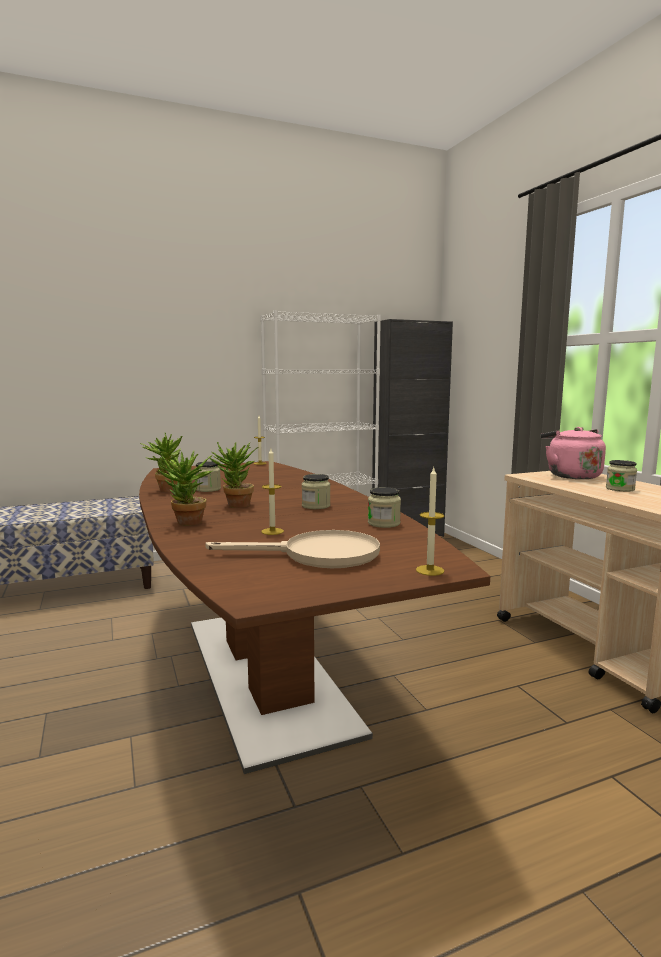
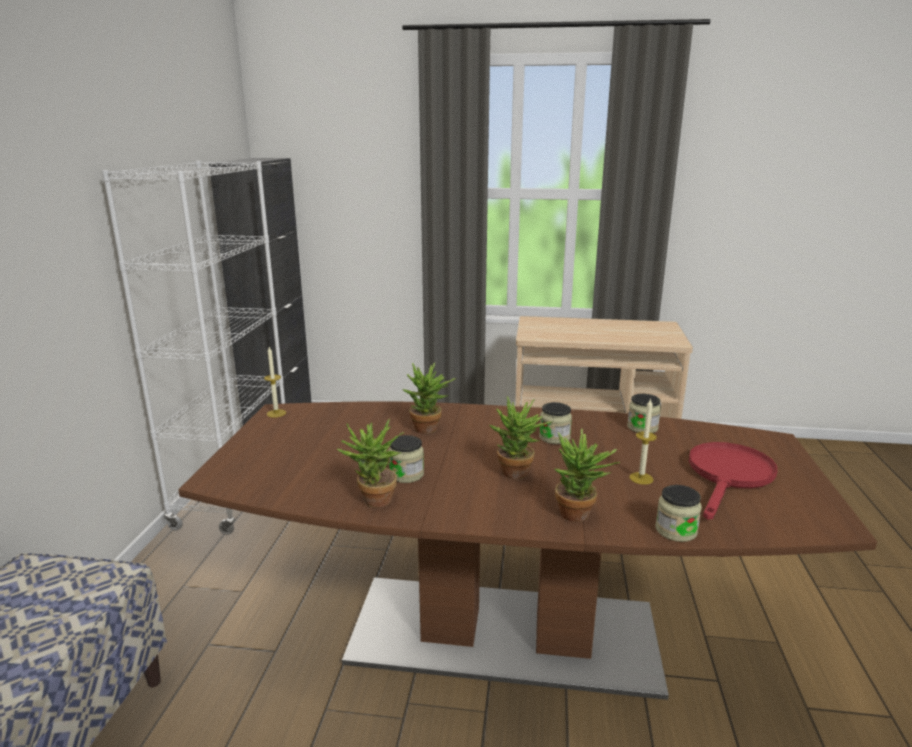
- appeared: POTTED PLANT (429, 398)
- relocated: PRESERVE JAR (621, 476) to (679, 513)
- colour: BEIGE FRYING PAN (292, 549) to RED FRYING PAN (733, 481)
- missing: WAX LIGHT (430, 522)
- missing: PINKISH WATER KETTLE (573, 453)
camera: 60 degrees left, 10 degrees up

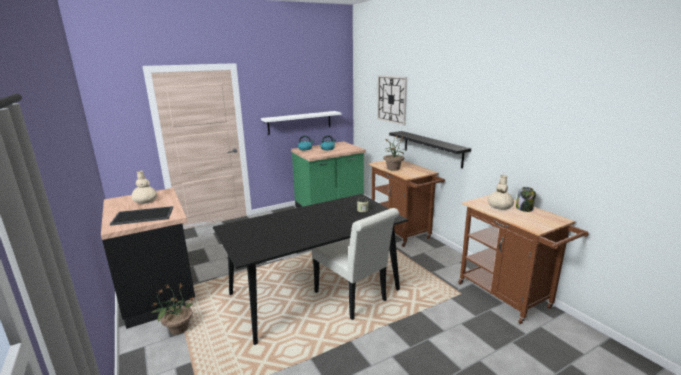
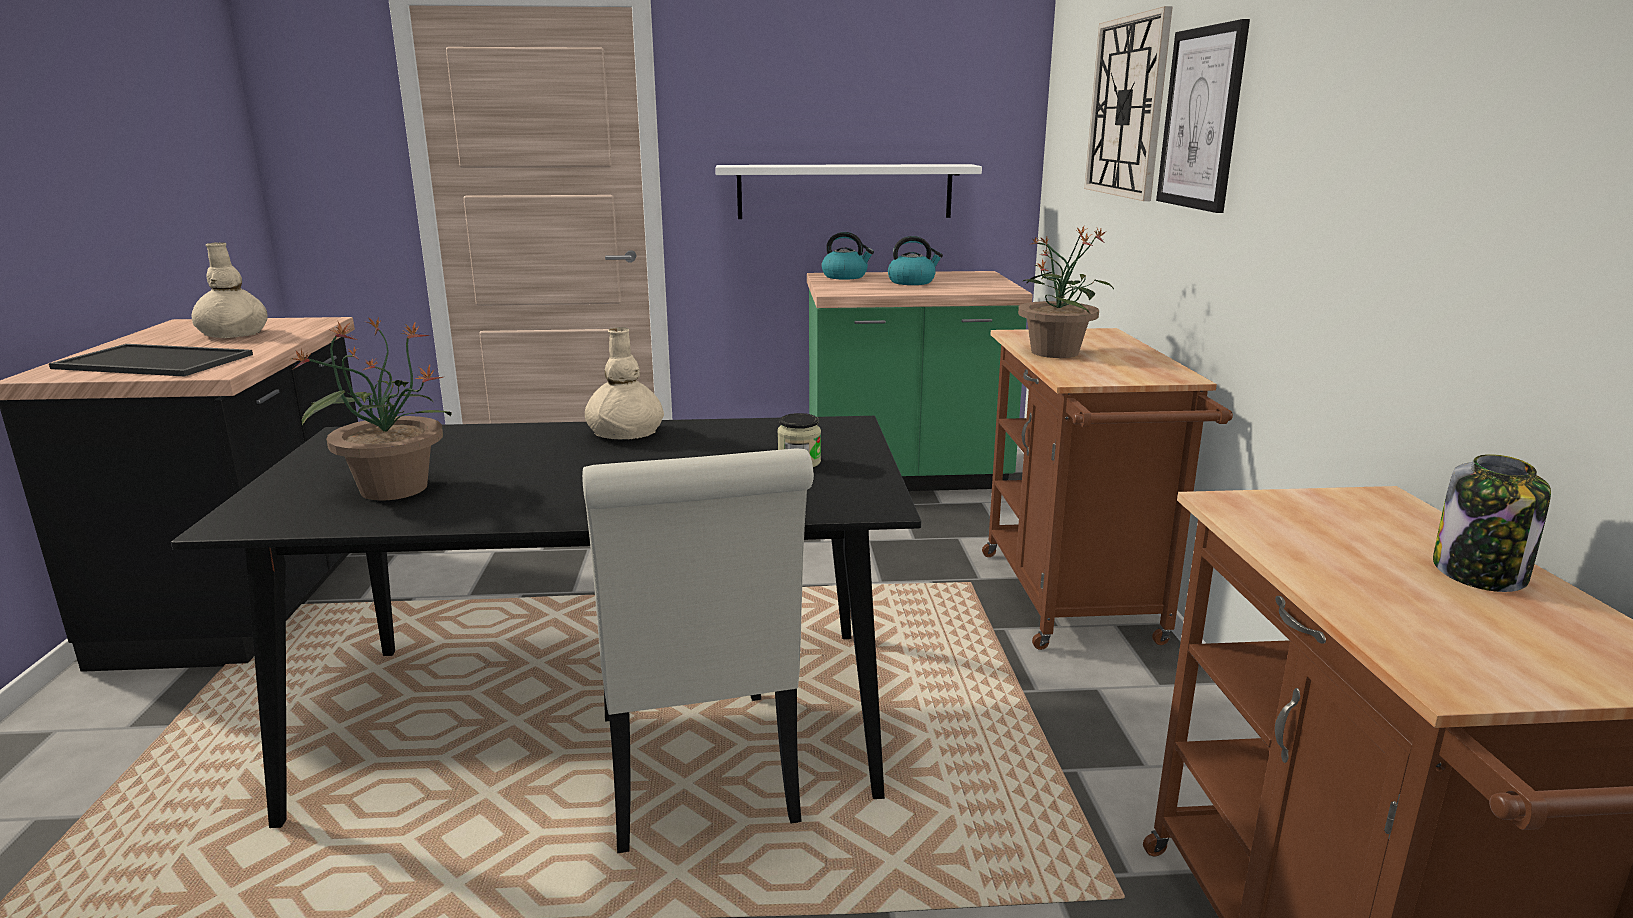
- relocated: POTTED PLANT (173, 309) to (371, 409)
- relocated: BEIGE DECORATIVE VASE (501, 192) to (624, 383)
- appeared: PICTURE (1203, 116)
- missing: BLACK SHELF (430, 149)
camera: 25 degrees right, 0 degrees up

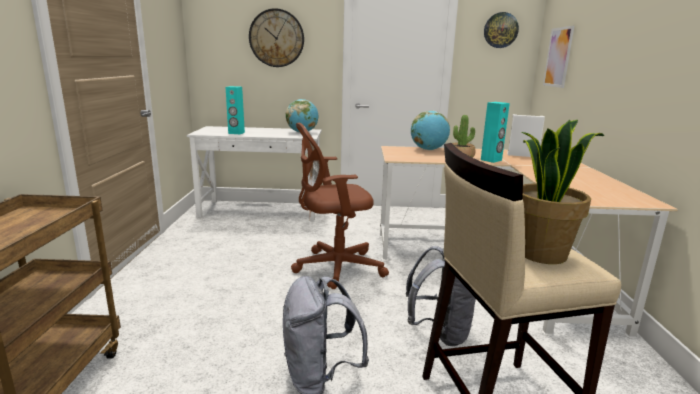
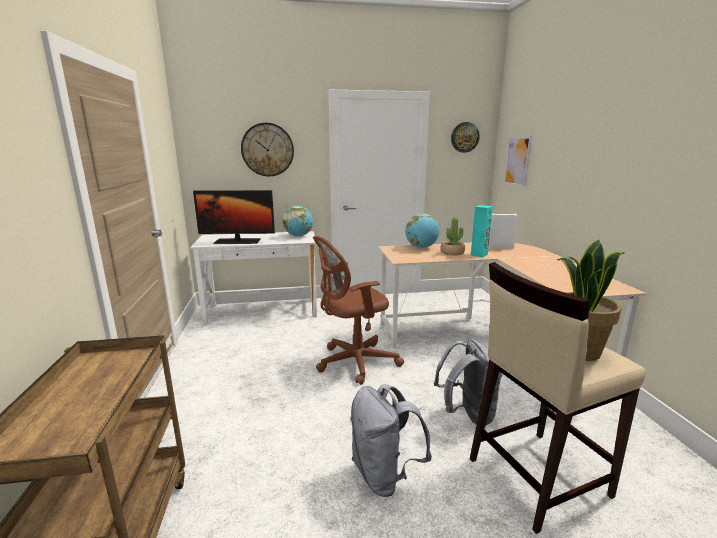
- exchanged: TURQUOISE LOUDSPEAKER (235, 110) to MONITOR (234, 217)
camera: 10 degrees left, 0 degrees up

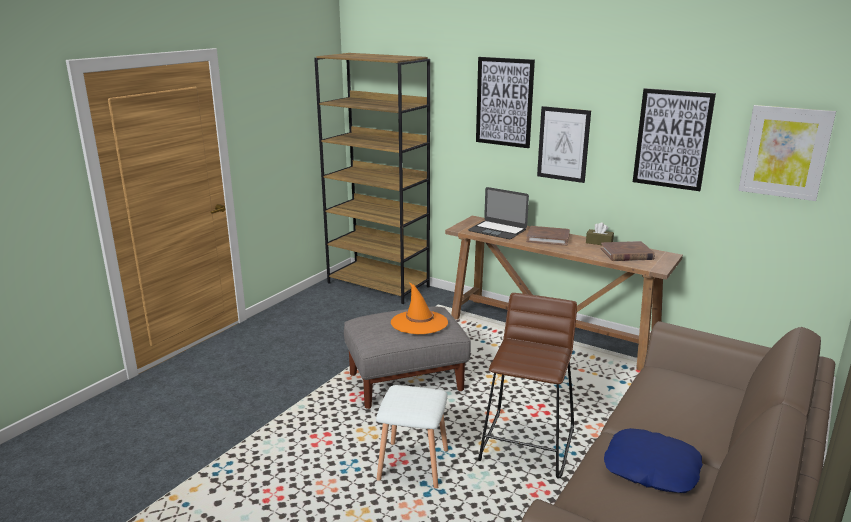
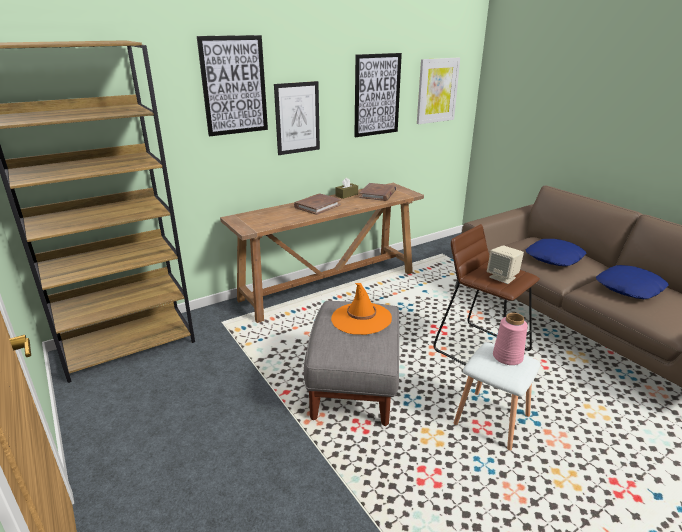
- appeared: BEIGE LOUDSPEAKER (505, 264)
- appeared: PINKISH DECORATIVE VASE (510, 339)
- appeared: BLUE-COLOURED PILLOW (556, 252)
- missing: PORTABLE COMPUTER (498, 213)
camera: 65 degrees left, 5 degrees up

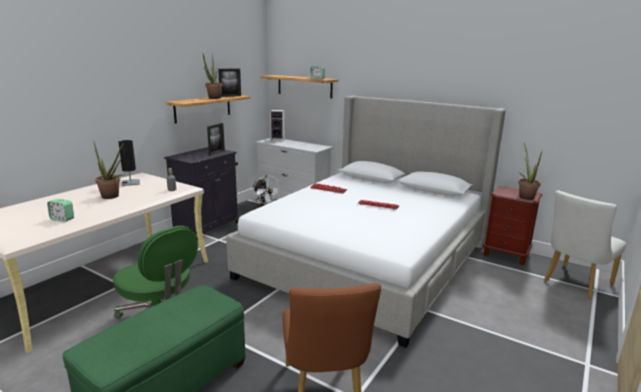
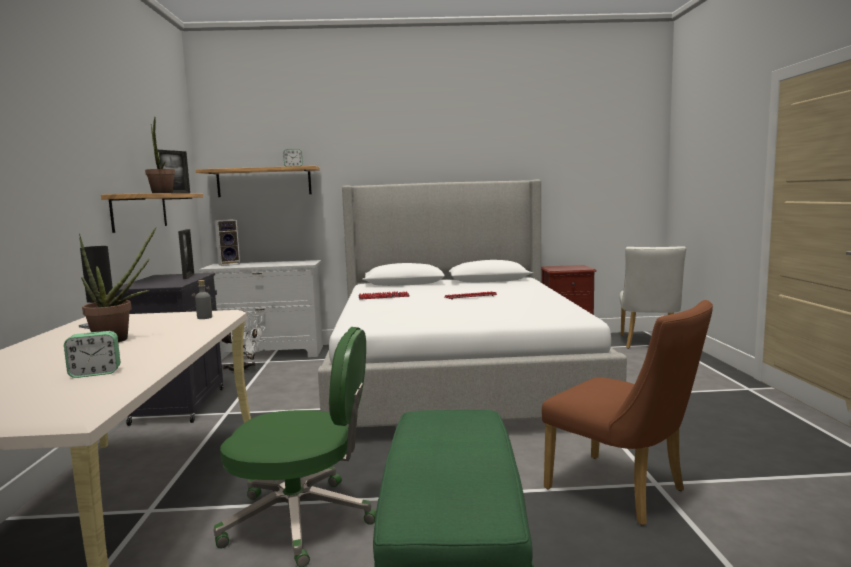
- missing: POTTED PLANT (530, 171)
camera: 35 degrees left, 10 degrees down

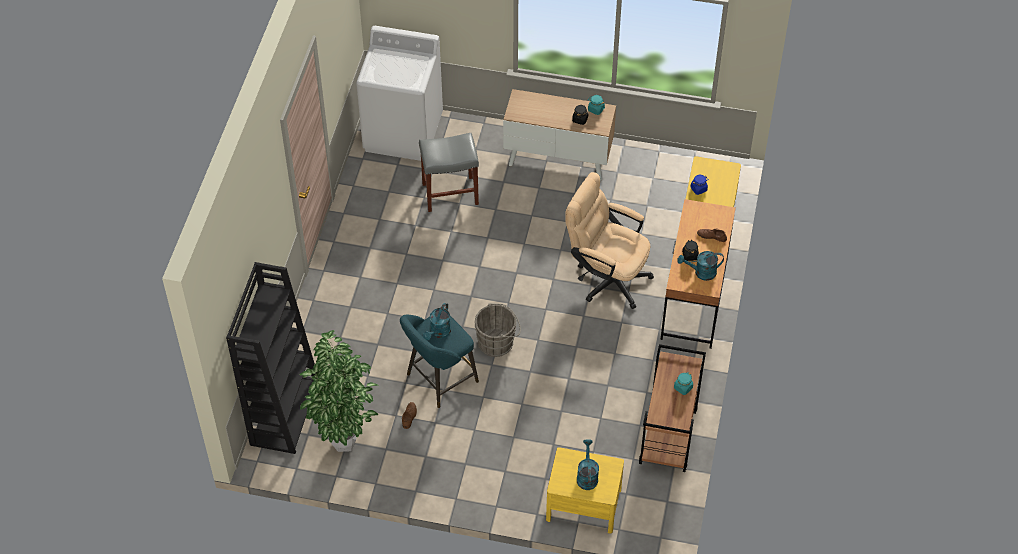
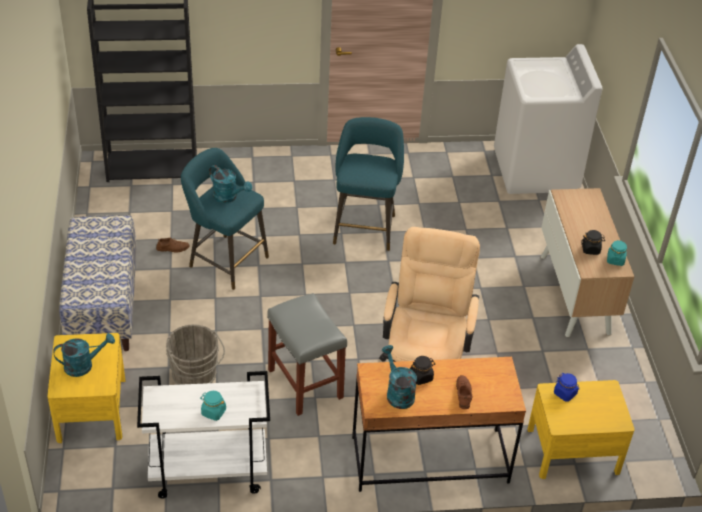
- appeared: INDOOR BENCH (98, 283)
- colour: BROWNISH CART (672, 408) to WHITE-COLOURED CART (203, 435)
- relocated: GREY WATER BUCKET (498, 330) to (195, 354)
- spun: TURQUOISE WATERING CAN (437, 321) = (230, 184) 150 degrees counterclockwise
- relocated: GREY STOOL (449, 172) to (307, 354)
- appeared: TURQUOISE STOOL (368, 184)
- missing: POTTED PLANT (339, 391)
camera: 70 degrees right, 10 degrees down

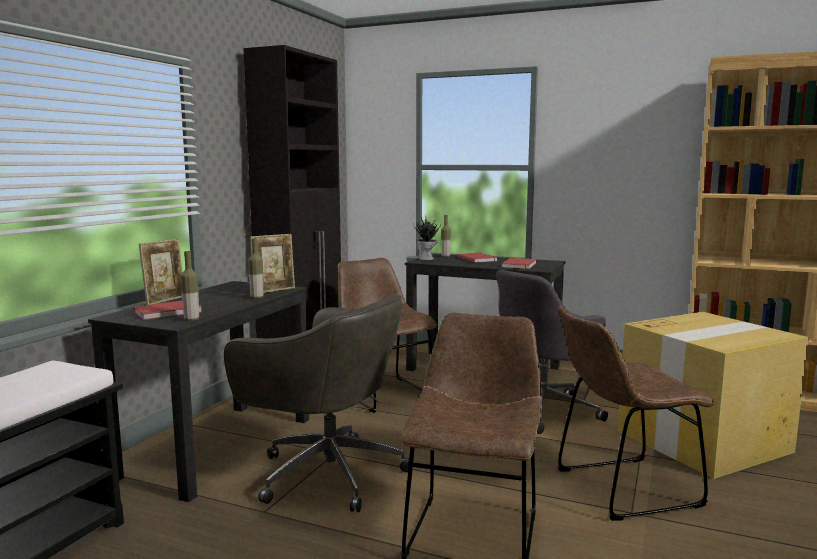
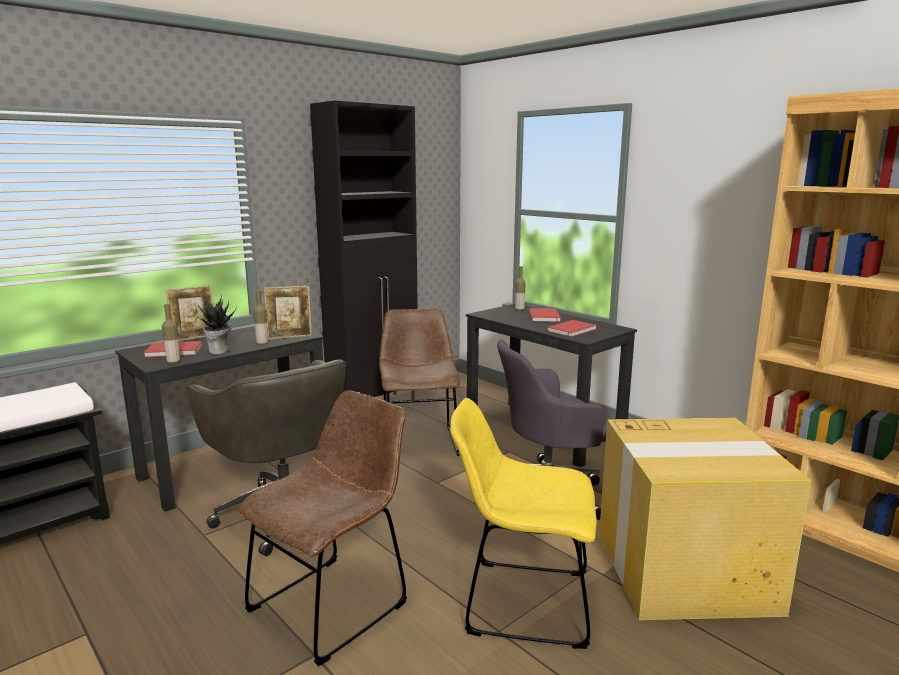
- relocated: POTTED PLANT (427, 238) to (217, 324)
- colour: BROWNISH CHAIR (635, 413) to YELLOW-COLOURED CHAIR (523, 523)
camera: 25 degrees right, 5 degrees up

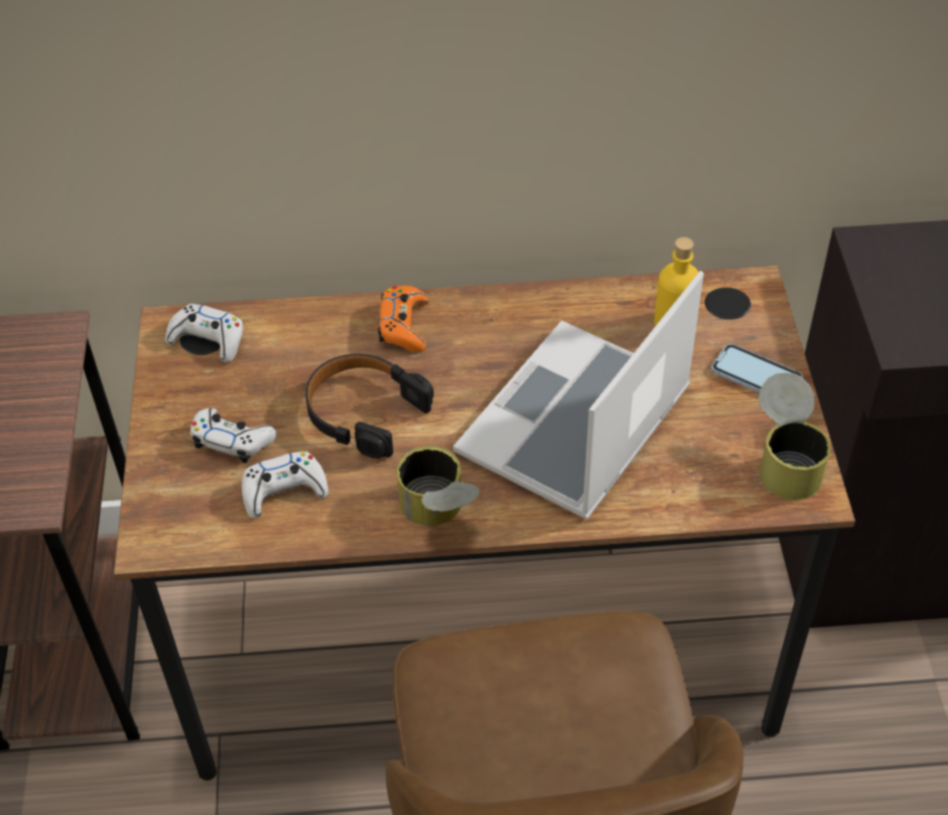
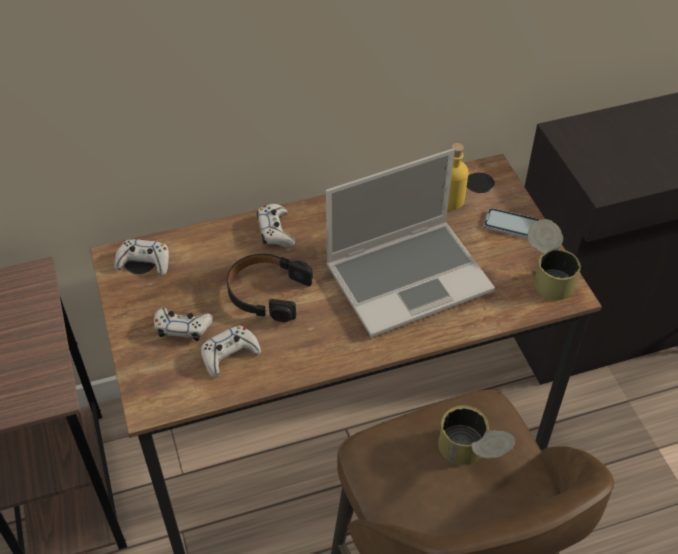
- colour: ORANGEY GAMEPAD (403, 318) to WHITE-COLOURED GAMEPAD (276, 225)
- spun: PORTABLE COMPUTER (578, 395) = (410, 243) 135 degrees counterclockwise
- relocated: CAN (438, 485) to (476, 435)
camera: 15 degrees left, 0 degrees up

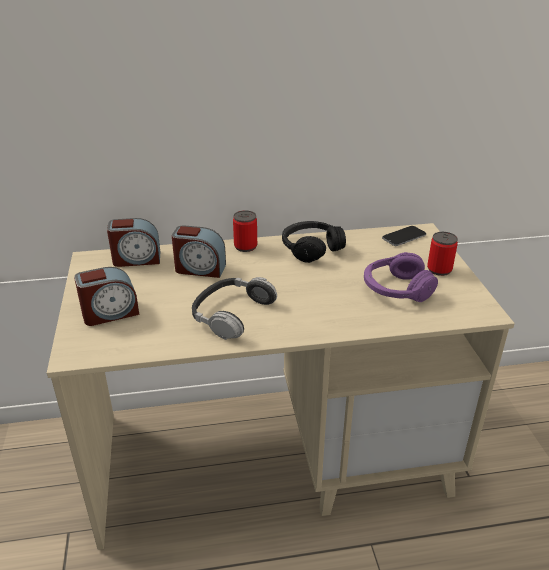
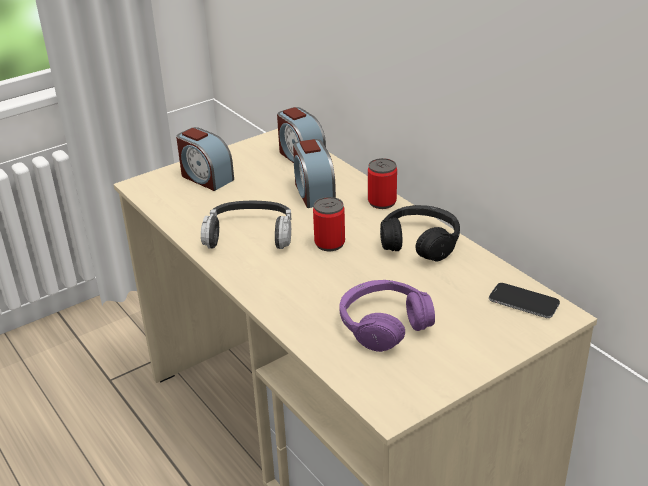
- relocated: CAN (442, 254) to (329, 224)
camera: 65 degrees right, 0 degrees up

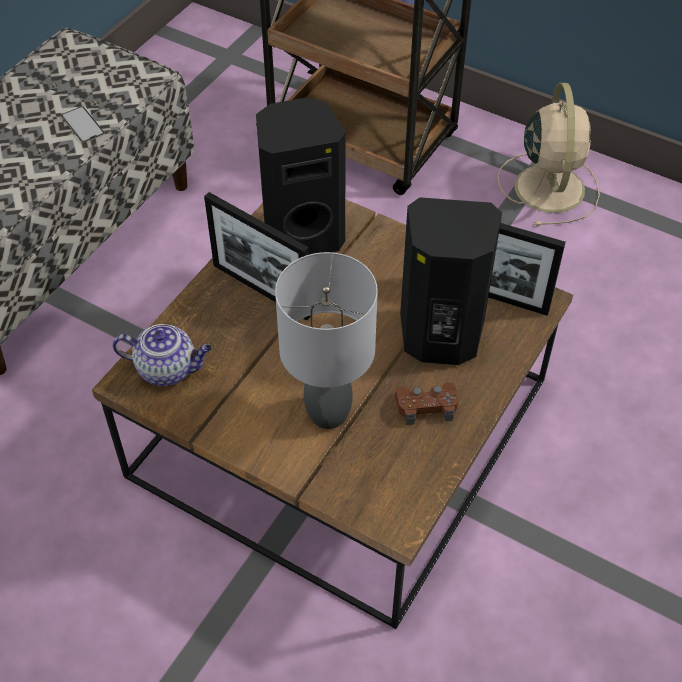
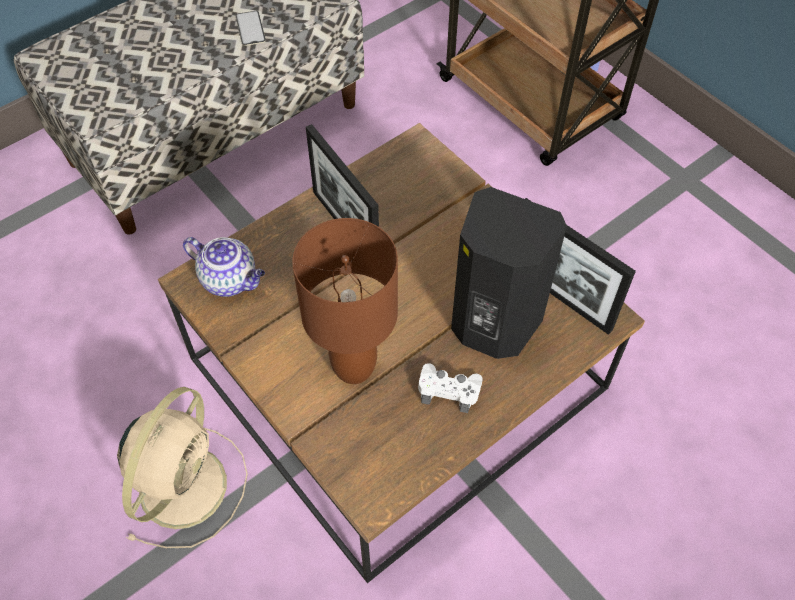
- relocated: BEIGE FAN (548, 154) to (182, 468)
- colour: GREY TABLETOP LAMP (326, 340) to BROWNISH TABLETOP LAMP (345, 301)
- colour: BROWNISH GAMEPAD (427, 404) to WHITE-COLOURED GAMEPAD (450, 388)
- missing: BLACK LOUDSPEAKER (301, 176)
camera: 20 degrees right, 5 degrees up

